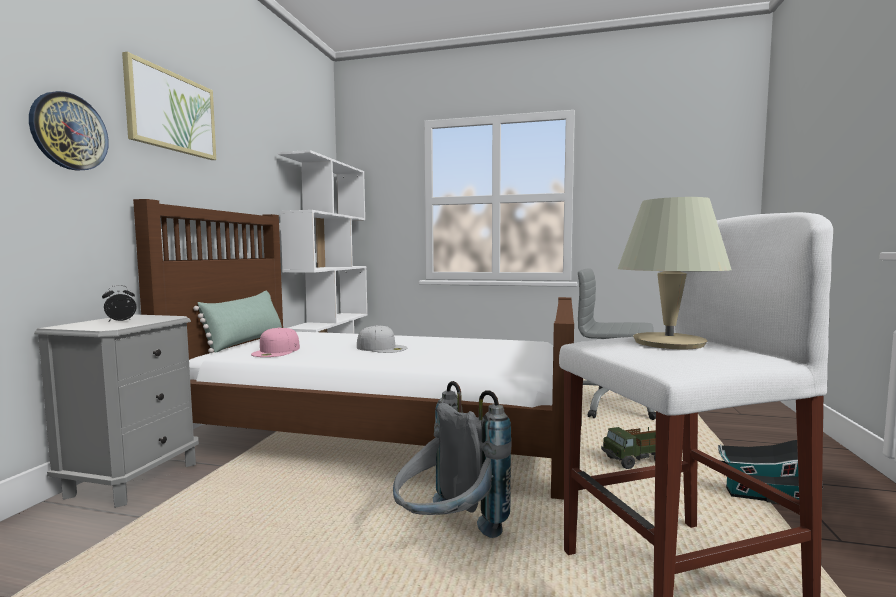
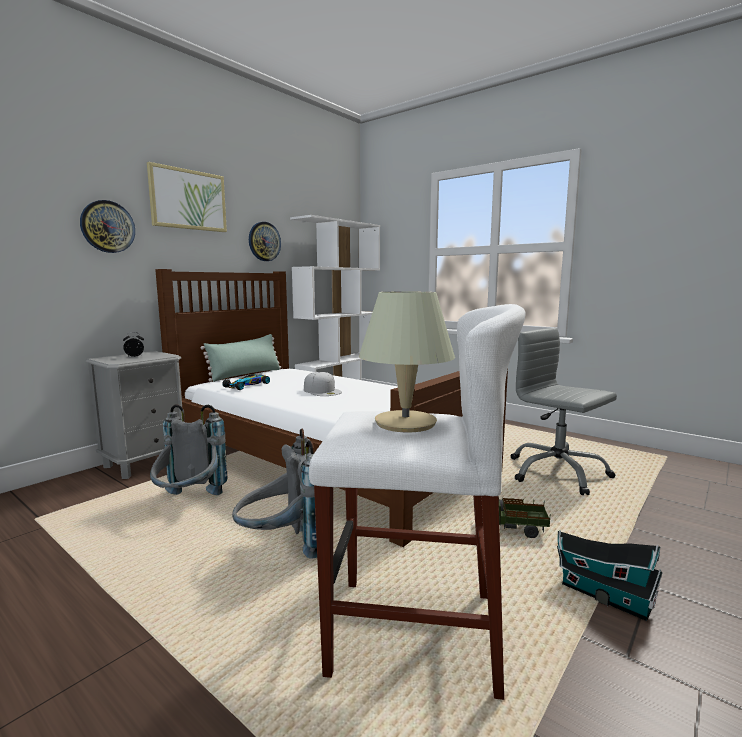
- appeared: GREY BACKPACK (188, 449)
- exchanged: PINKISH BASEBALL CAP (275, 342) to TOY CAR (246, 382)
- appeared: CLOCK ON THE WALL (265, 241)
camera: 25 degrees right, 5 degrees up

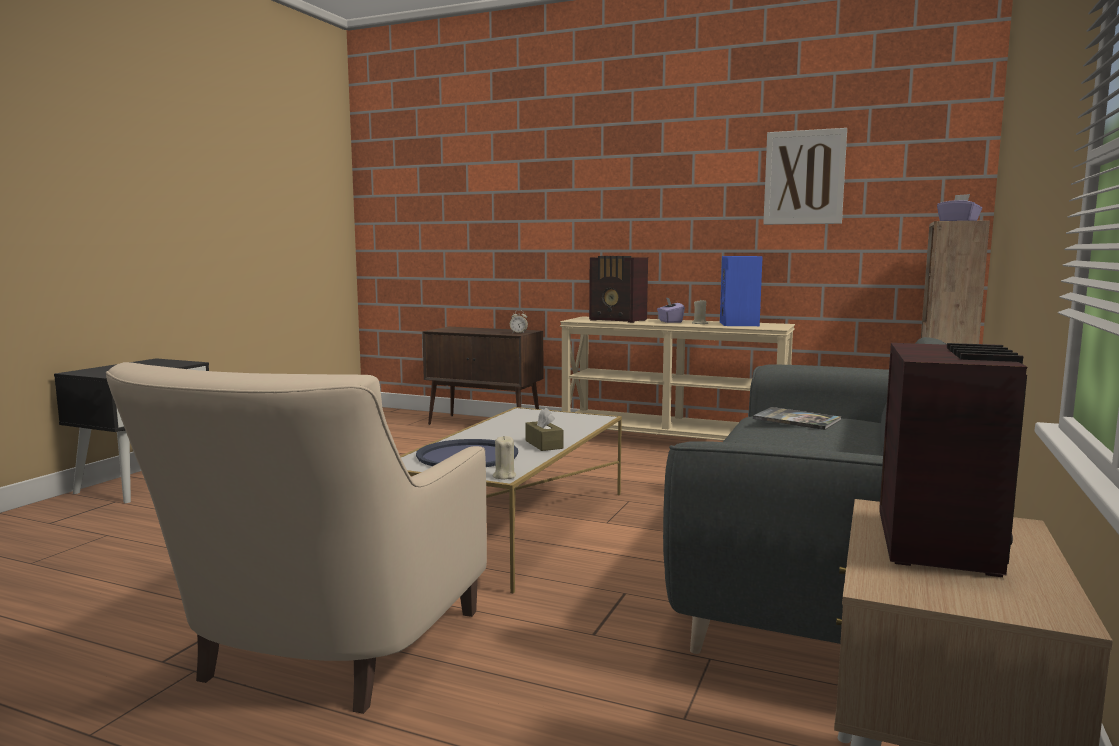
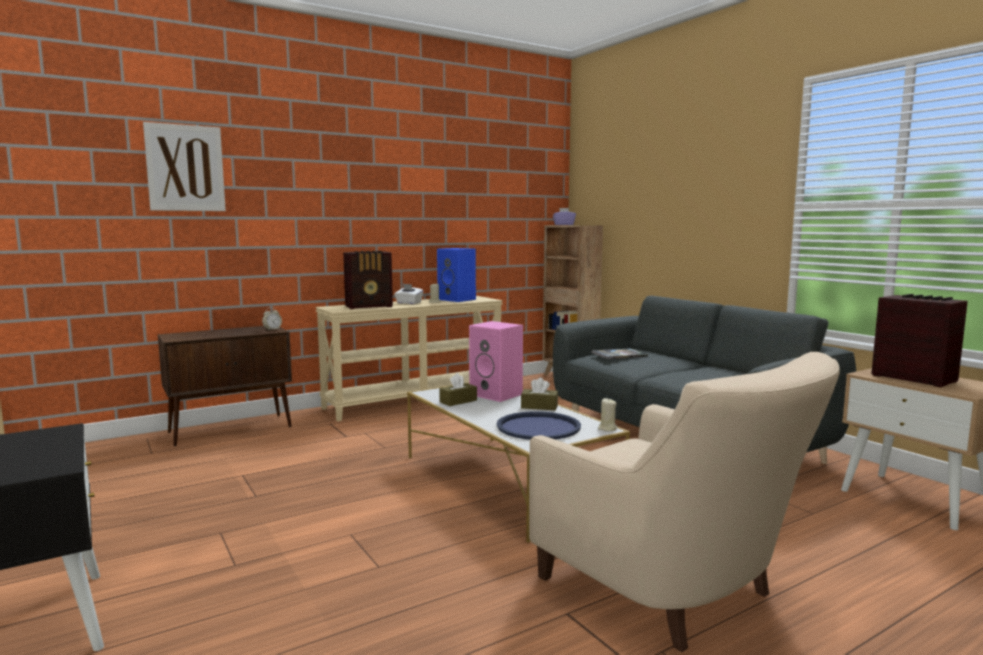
- relocated: PICTURE (805, 176) to (184, 166)
- colour: PURPLISH TISSUE BOX (671, 310) to WHITE-COLOURED TISSUE BOX (408, 294)
- appeared: BROWNISH TISSUE BOX (458, 389)
- appeared: PINKISH LOUDSPEAKER (496, 361)
camera: 55 degrees left, 0 degrees up

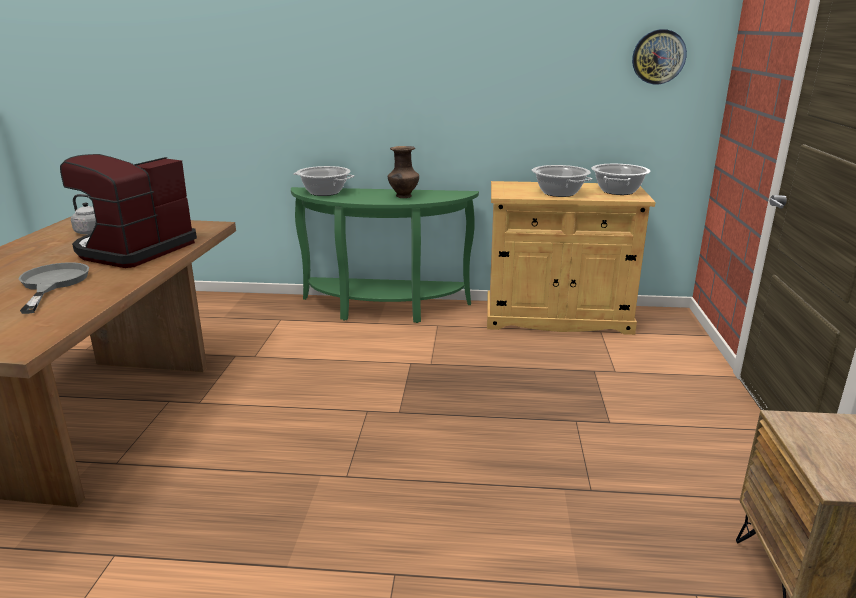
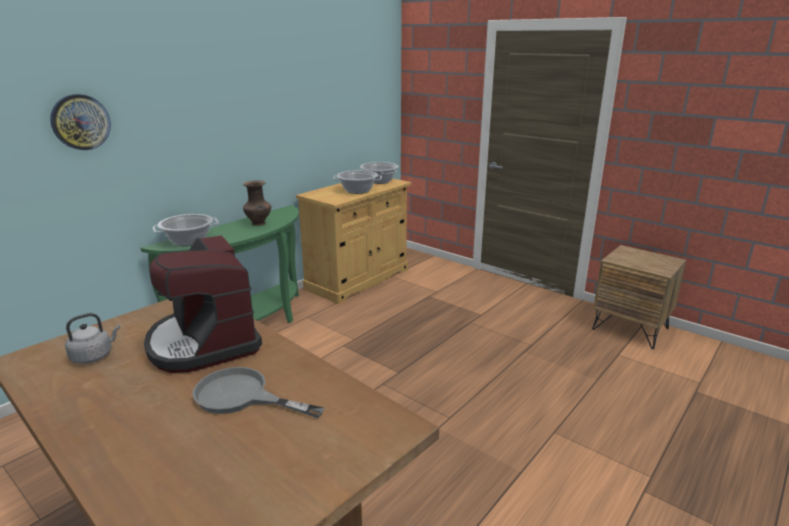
- relocated: CLOCK ON THE WALL (659, 56) to (80, 122)
camera: 55 degrees left, 0 degrees up

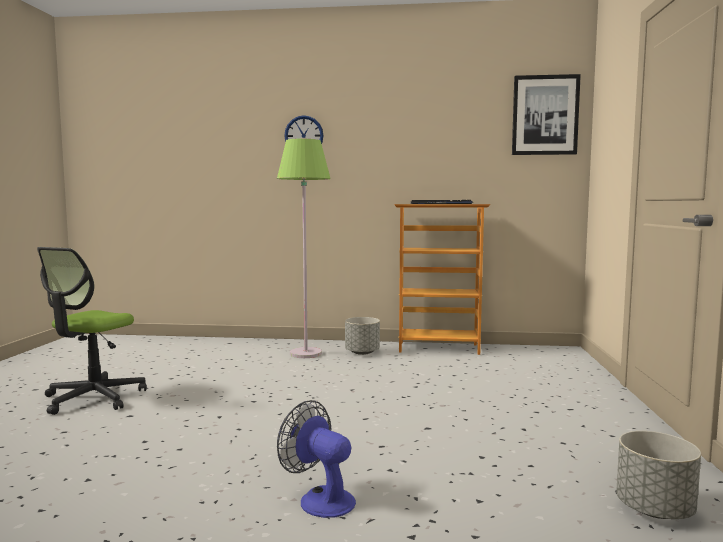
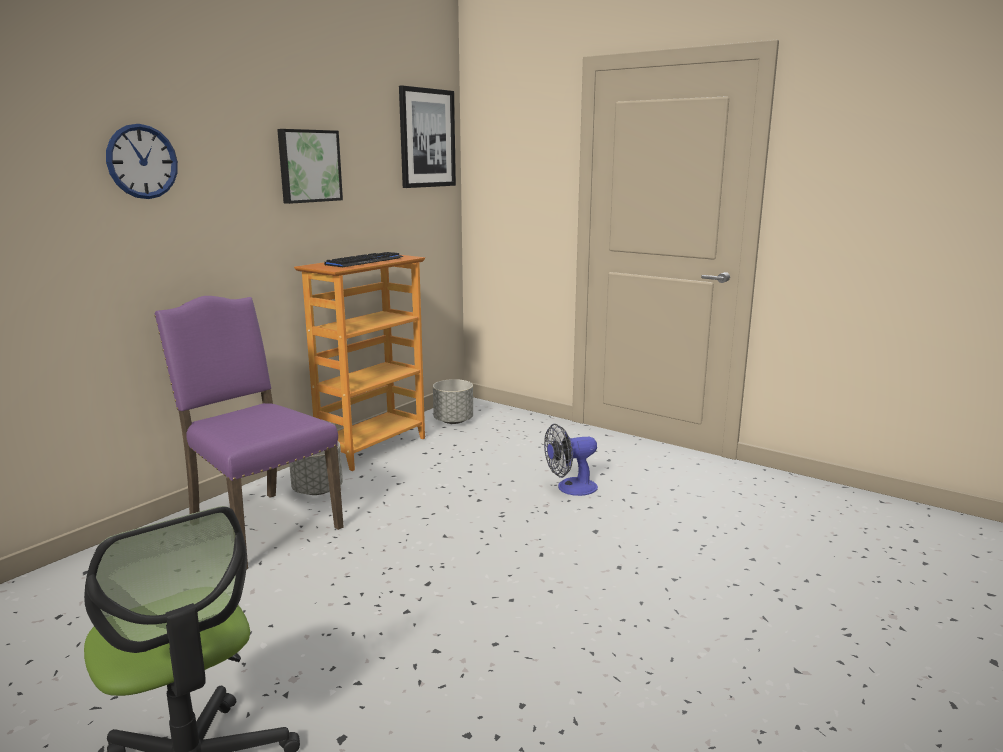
- exchanged: GREEN STANDING LAMP (304, 248) to PURPLISH CHAIR (249, 432)
- appeared: PICTURE (310, 166)
- relocated: GREY PLANTER (658, 475) to (453, 401)
- relocated: FAN (316, 459) to (571, 460)
camera: 60 degrees left, 10 degrees up

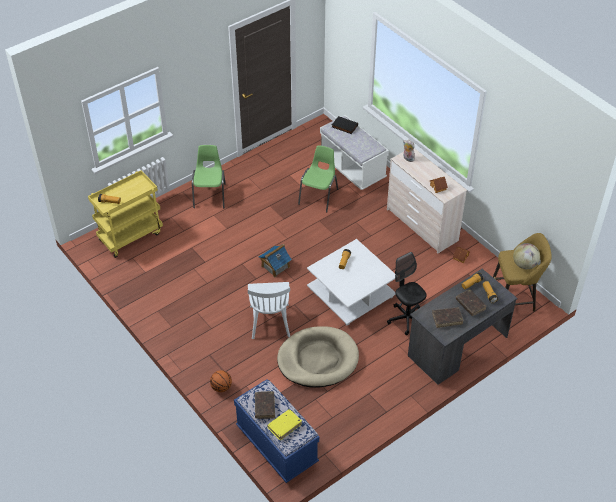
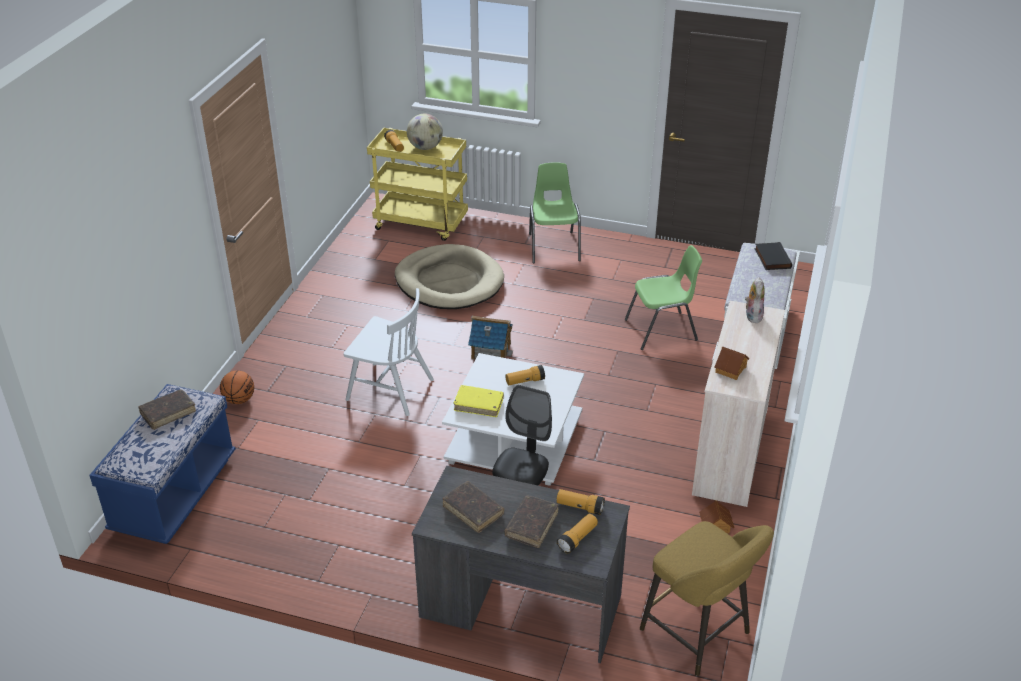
- spun: WHITE-COLOURED CHAIR (269, 310) = (388, 352) 120 degrees counterclockwise
- relocated: BEIGE DOG BED (318, 357) to (449, 276)
- relocated: DESK GLOBE (526, 256) to (425, 132)
- relocated: YELLOW-COLOURED BOOK (284, 424) to (479, 401)
- spun: GREEN CHAIR (209, 176) = (555, 212) 60 degrees counterclockwise
camera: 55 degrees right, 10 degrees down

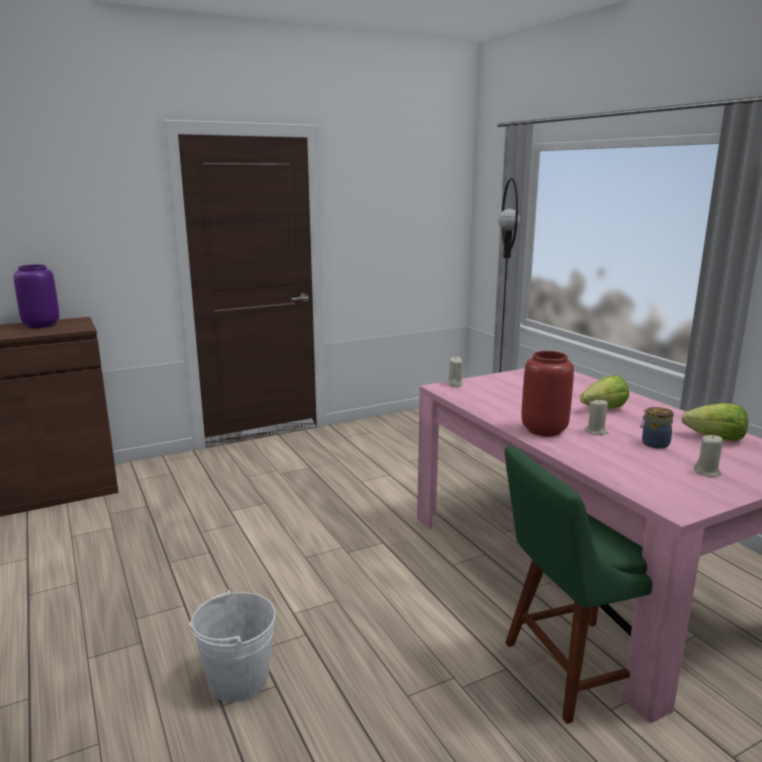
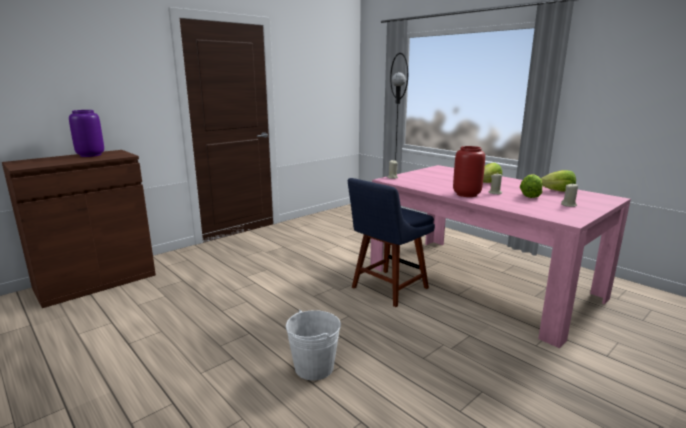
- appeared: BLUE-COLOURED CHAIR (391, 242)
- exchanged: PRESERVE JAR (657, 428) to HEAD OF LETTUCE (531, 186)
- missing: GREEN CHAIR (578, 585)
camera: 15 degrees left, 0 degrees up

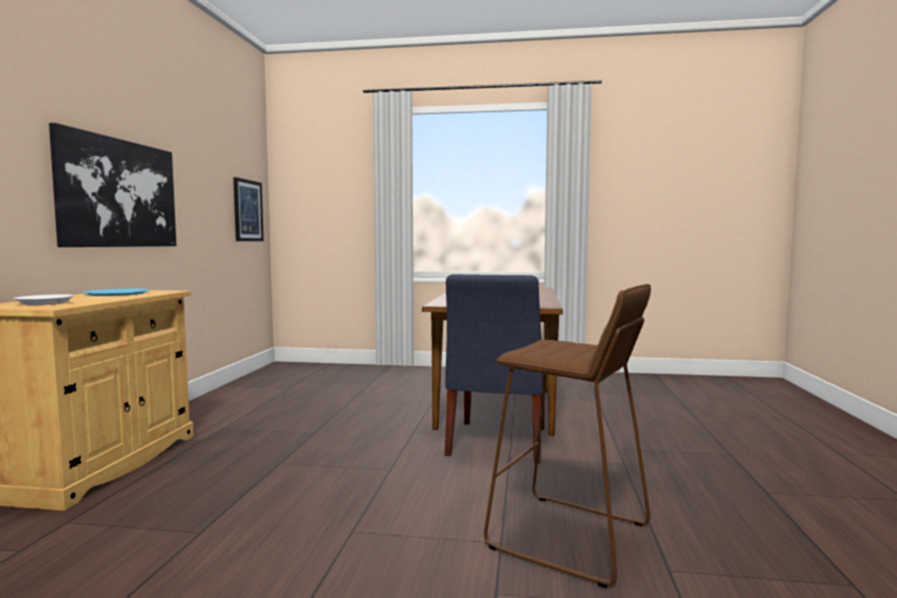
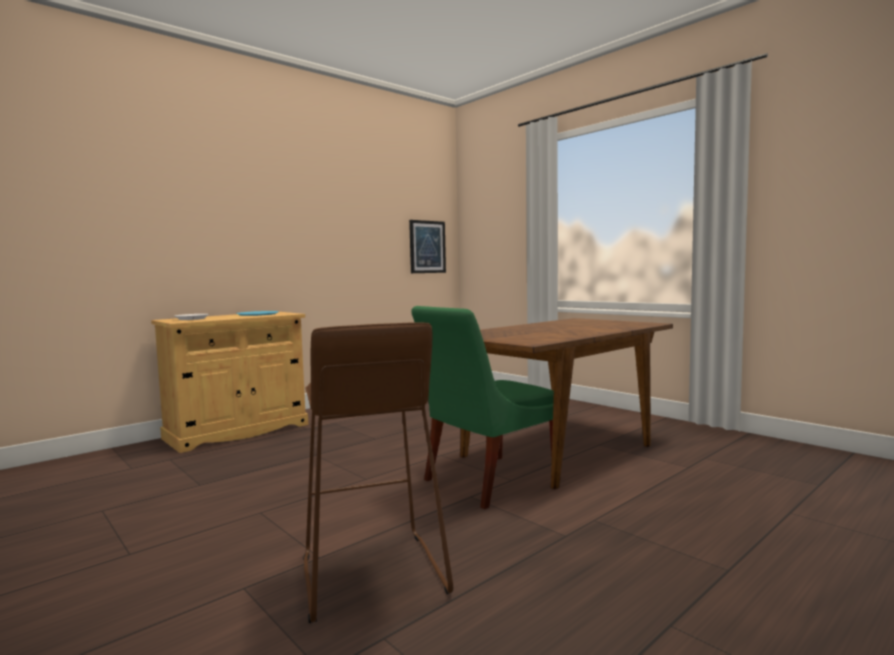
- colour: BLUE-COLOURED CHAIR (495, 369) to GREEN CHAIR (486, 407)
- missing: PICTURE (112, 185)
camera: 40 degrees right, 0 degrees up

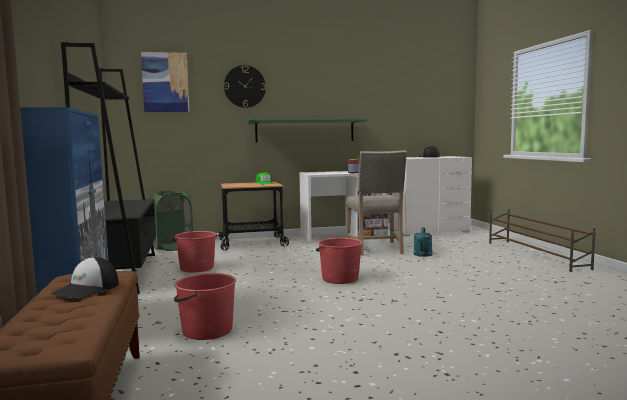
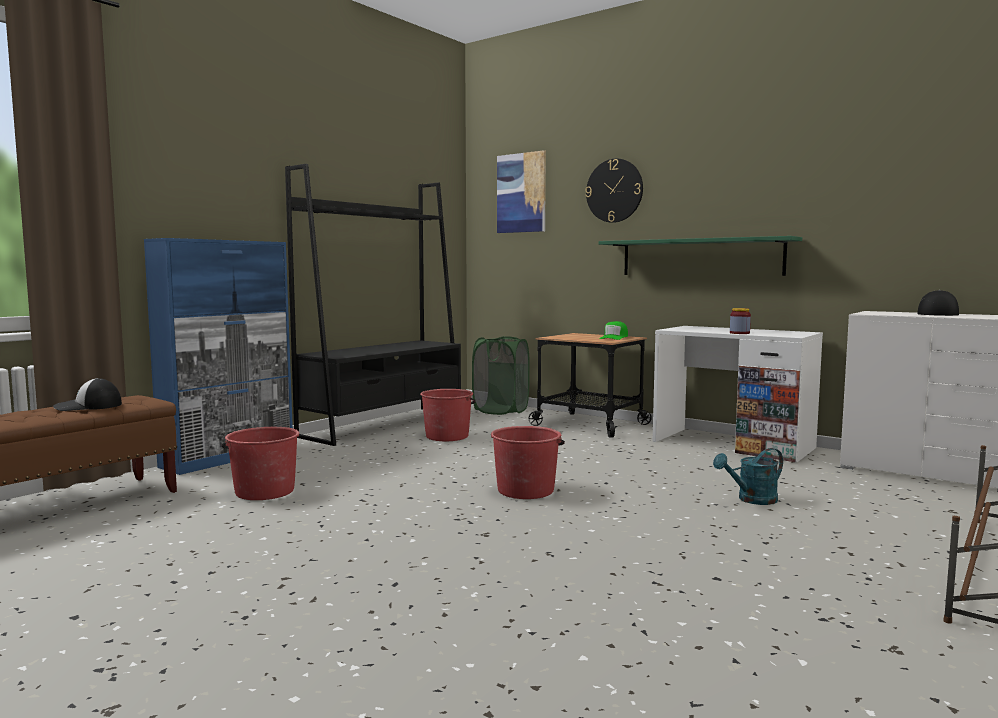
- missing: BEIGE CHAIR (376, 203)
camera: 50 degrees right, 0 degrees up

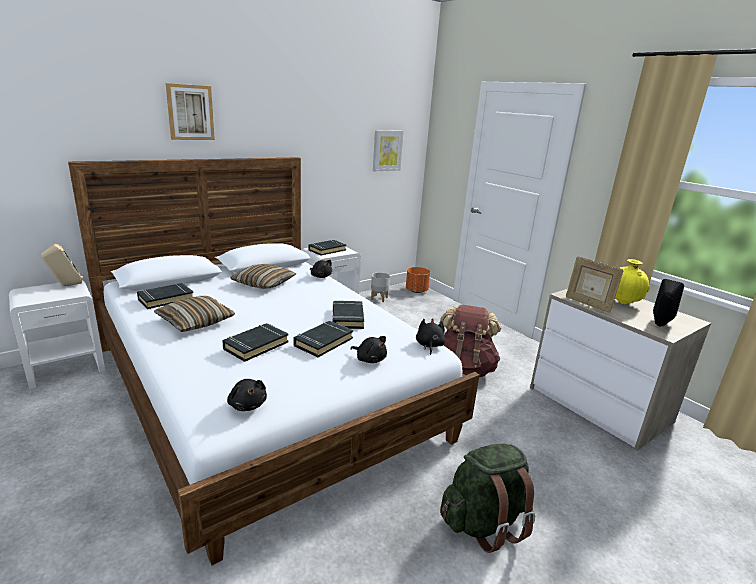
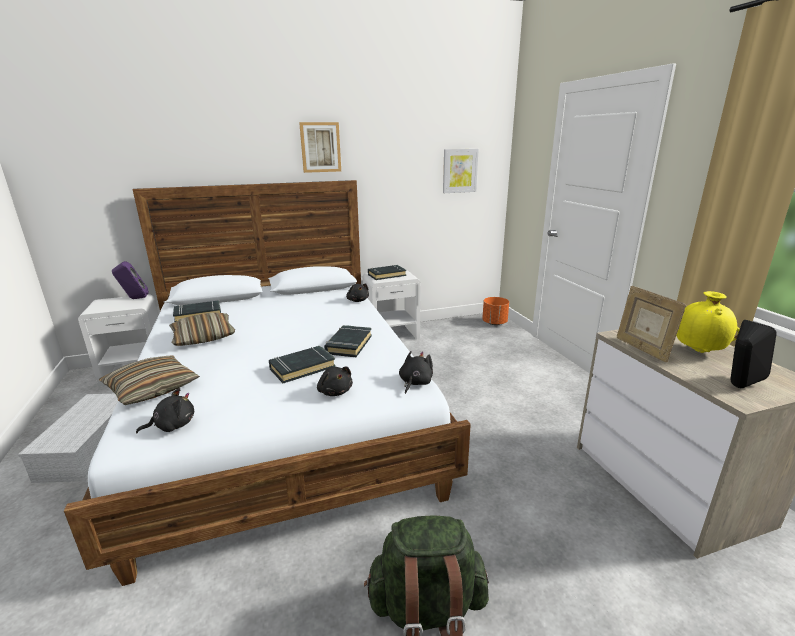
- appeared: WHITE-COLOURED STORAGE BOX (68, 438)
- relocated: PILLOW (263, 276) to (149, 380)
- colour: BEIGE LOUDSPEAKER (62, 264) to PURPLISH LOUDSPEAKER (130, 280)
- spun: BLACK PLUSH TOY (247, 395) = (165, 410) 105 degrees counterclockwise
- relocated: PICTURE (190, 111) to (320, 147)
- missing: BLACK BOOK (255, 342)
- missing: GREY PLANTER (380, 287)
- missing: BROWNISH BACKPACK (470, 341)
camera: 20 degrees right, 0 degrees up

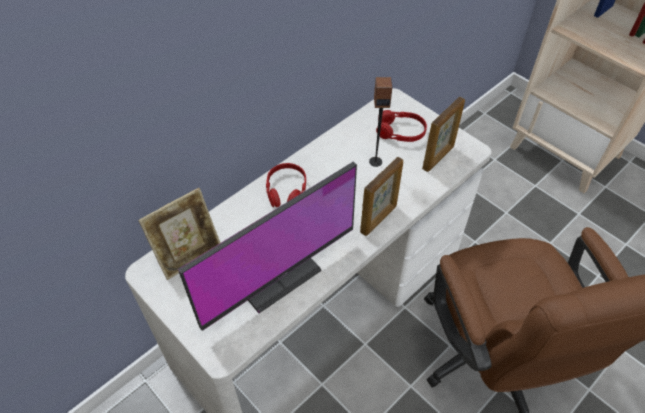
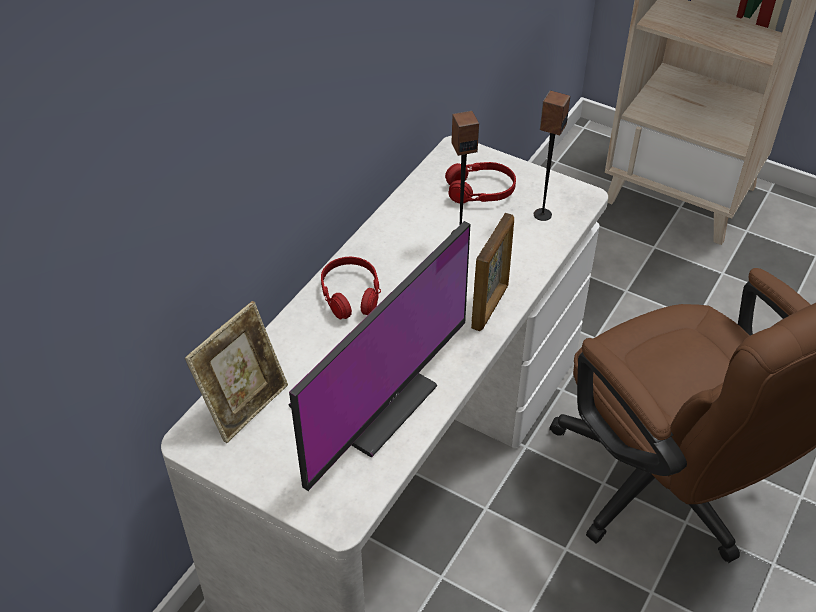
- exchanged: PICTURE FRAME (443, 134) to LOUDSPEAKER (552, 156)
camera: 15 degrees left, 5 degrees down

